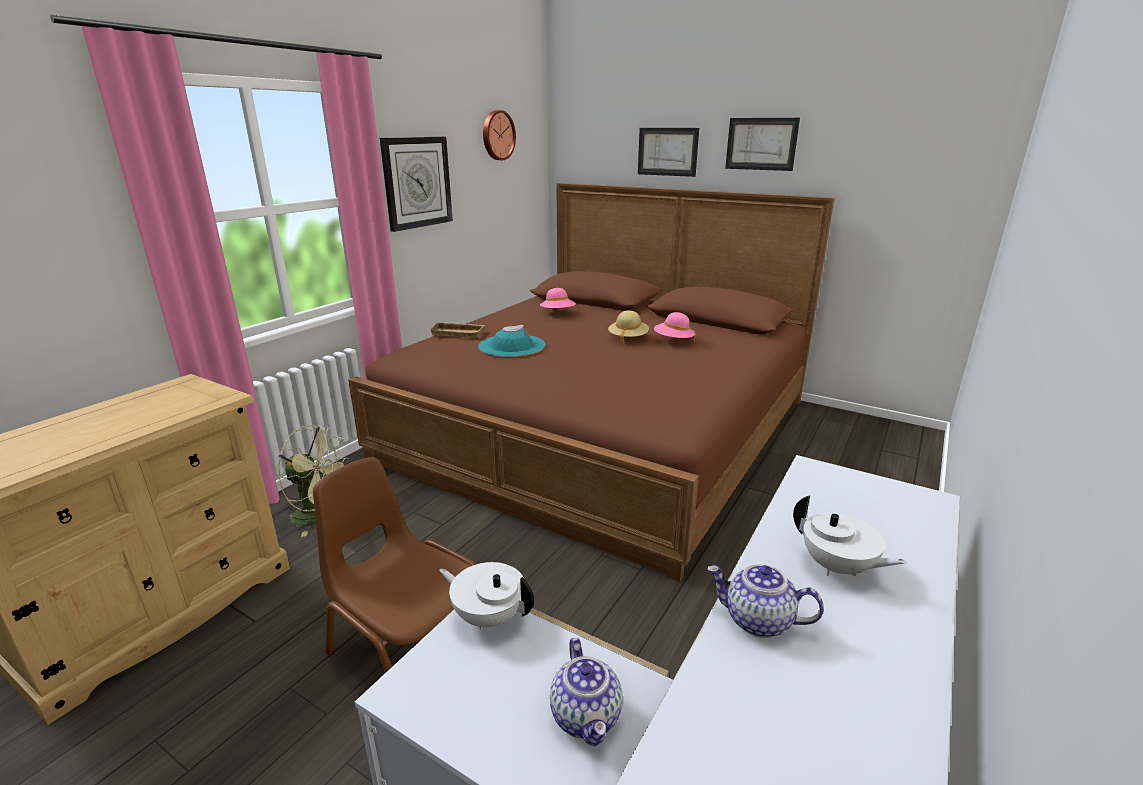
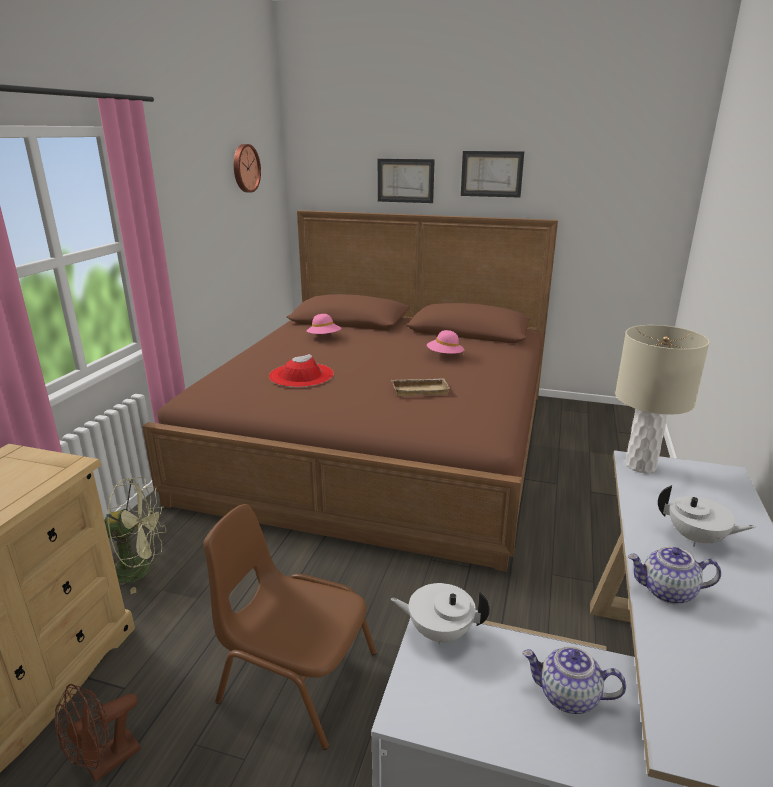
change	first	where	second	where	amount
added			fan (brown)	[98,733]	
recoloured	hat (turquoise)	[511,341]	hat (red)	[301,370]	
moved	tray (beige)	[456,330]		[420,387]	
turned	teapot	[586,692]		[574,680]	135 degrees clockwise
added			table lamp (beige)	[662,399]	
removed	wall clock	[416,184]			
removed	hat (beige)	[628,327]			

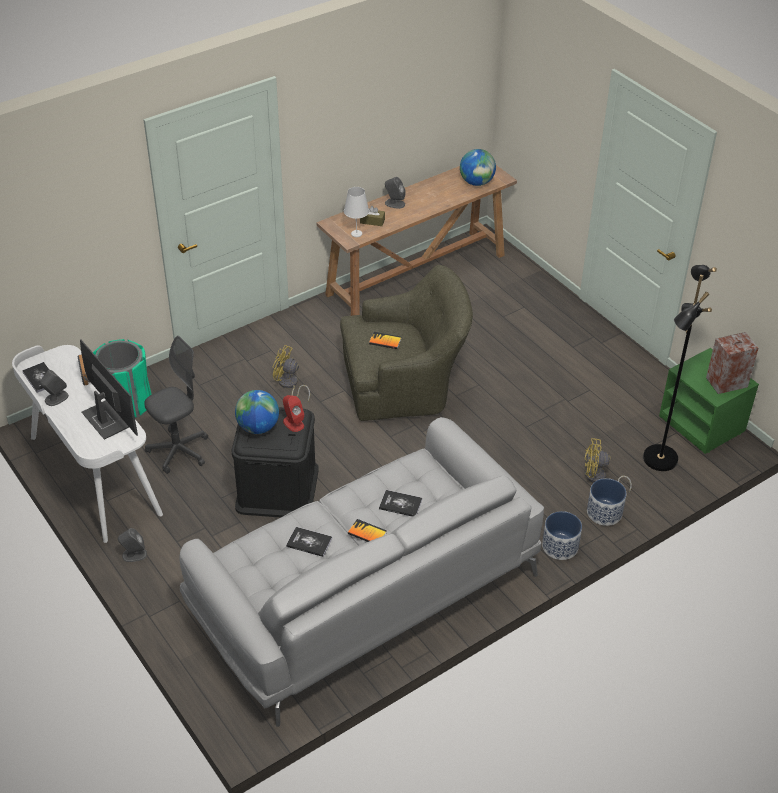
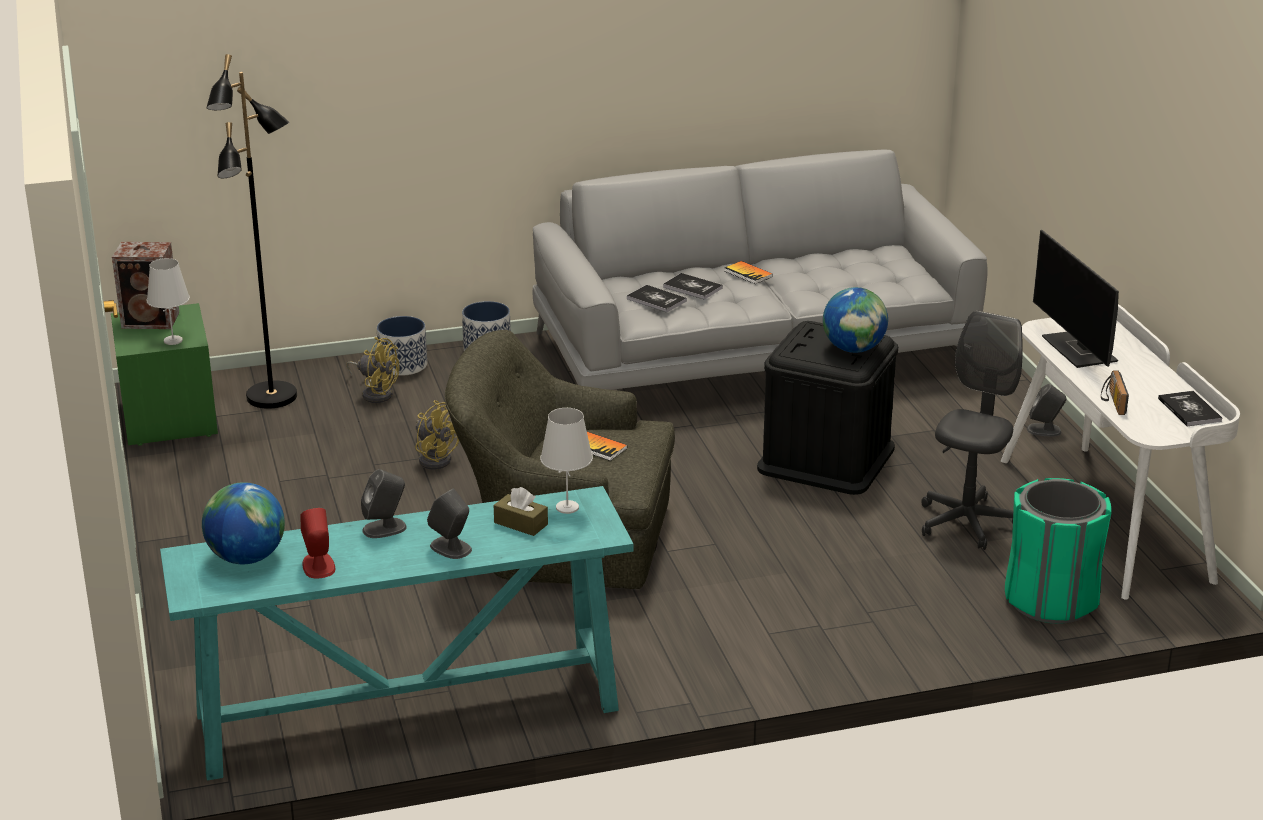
change	first	where	second	where	amount
added			table lamp (white)	[168,301]	
recoloured	console table (brown)	[417,240]	console table (turquoise)	[396,633]	
moved	speaker (red)	[293,413]		[318,543]	
moved	speaker (grey)	[54,388]		[384,503]	
moved	fan (yellow)	[291,373]		[437,435]	
moved	book	[309,542]		[657,299]	
turned	office chair (grey)	[176,405]		[971,430]	135 degrees clockwise

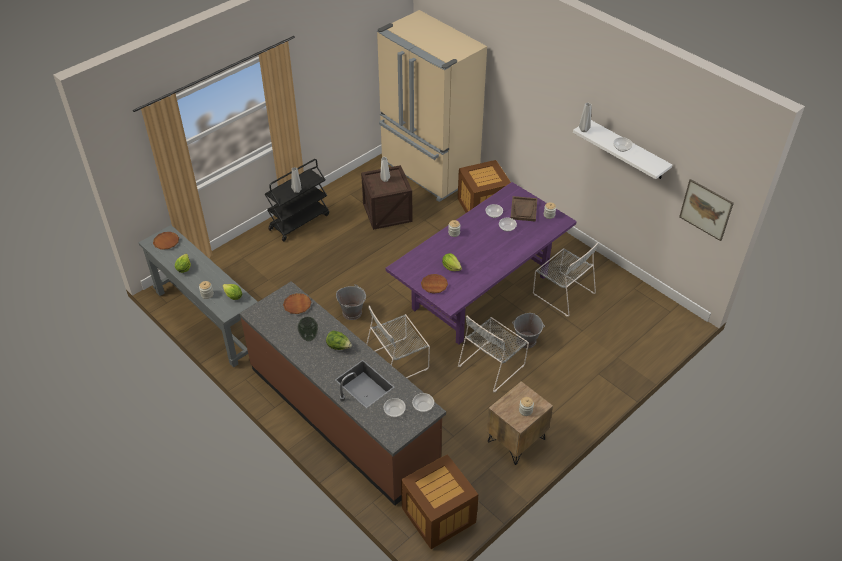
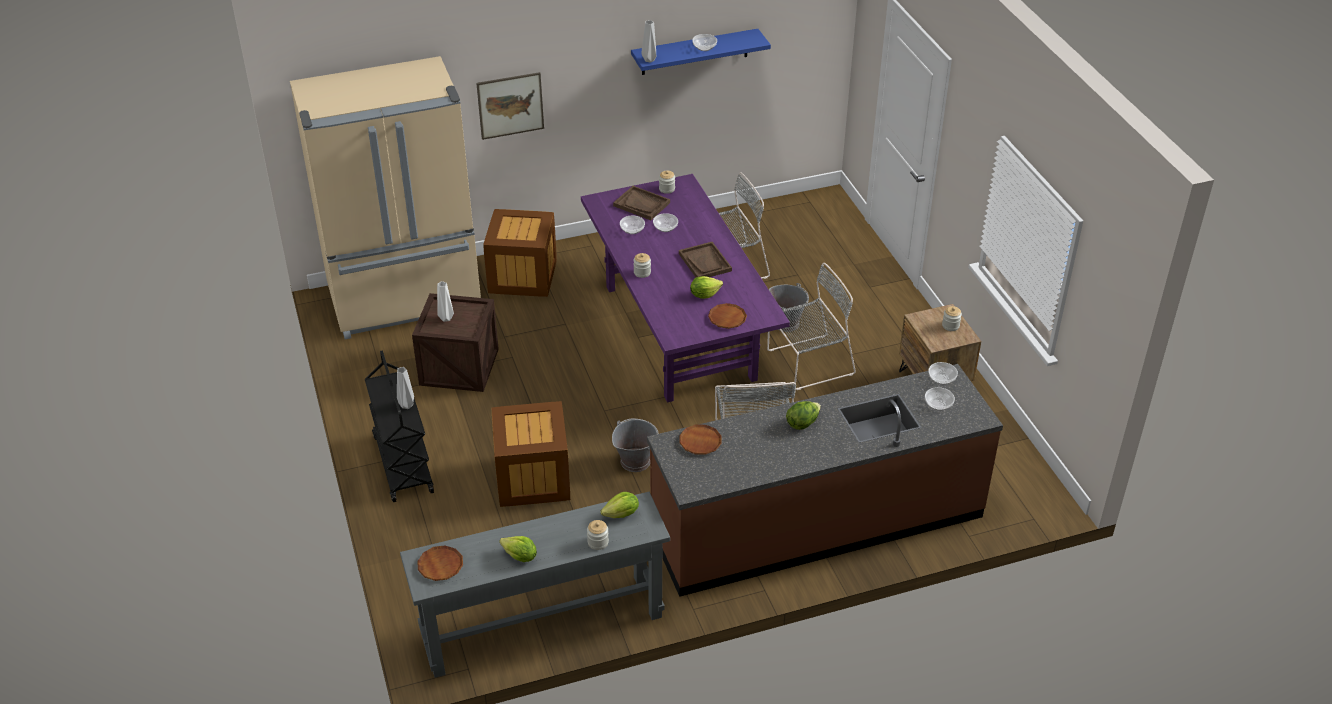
change	first	where	second	where	amount
moved	picture	[706,210]		[510,106]	
moved	crate	[439,502]		[531,454]	
recoloured	shelf (white)	[622,149]	shelf (blue)	[701,52]	
added			tray (brown)	[705,259]	
turned	chair (grey)	[493,354]		[811,326]	90 degrees counterclockwise
removed	vase	[308,329]			

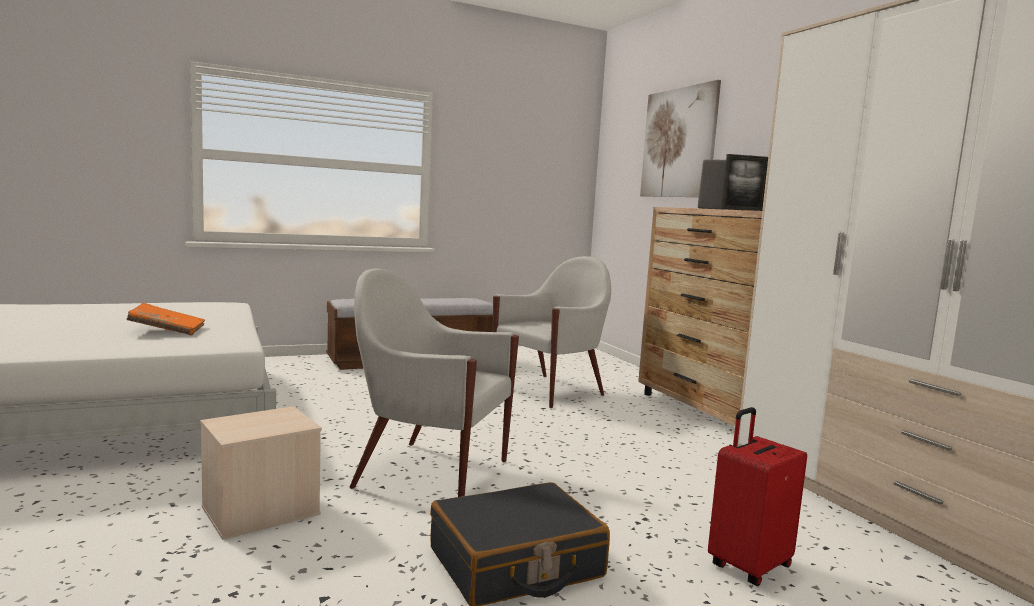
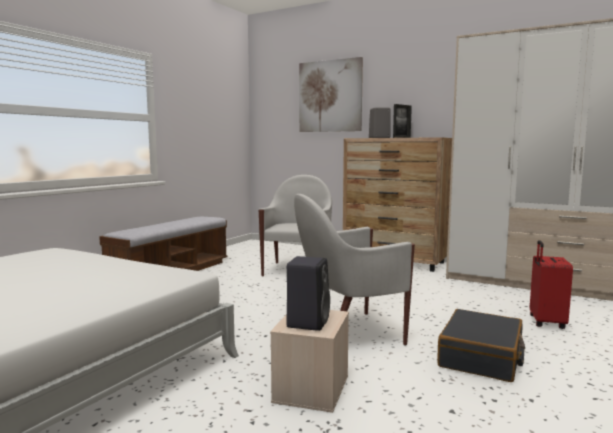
change	first	where	second	where	amount
added			speaker (black)	[308,293]	
removed	book (orange)	[165,319]			

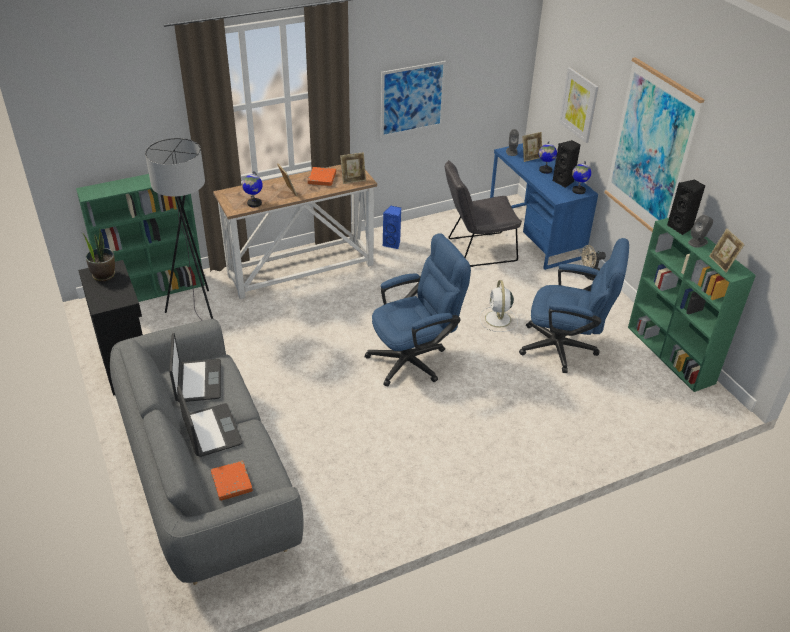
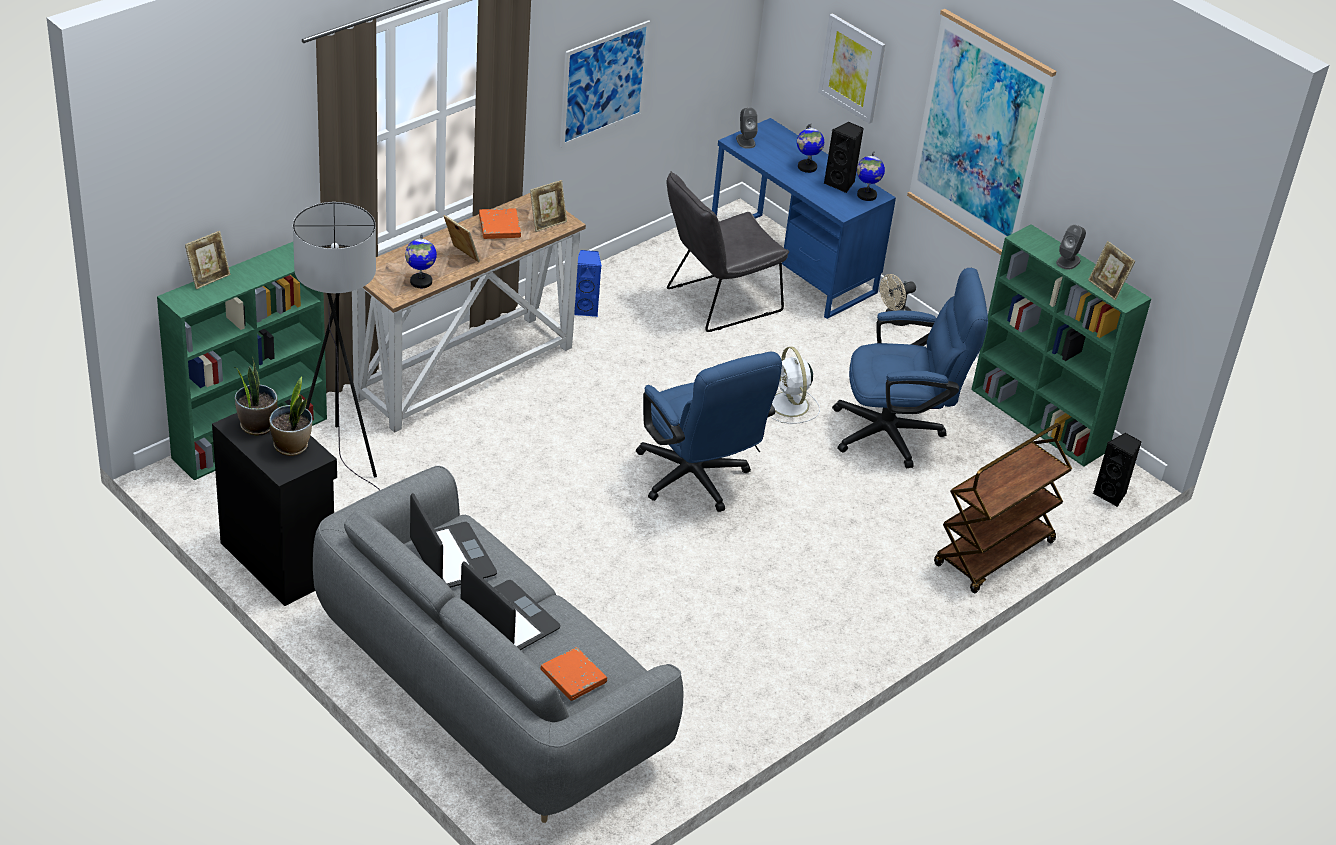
change	first	where	second	where	amount
moved	picture frame	[532,147]		[208,260]	
added			potted plant	[290,416]	
turned	office chair (blue)	[418,310]		[709,432]	105 degrees clockwise
added			cart (brown)	[1003,508]	
moved	speaker (black)	[686,207]		[1117,470]	

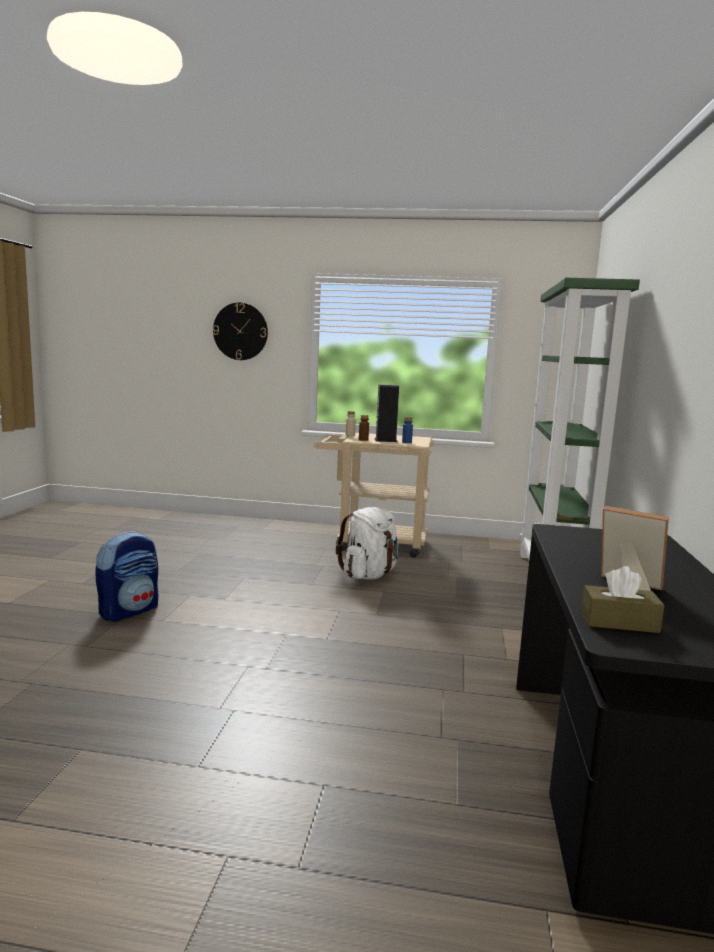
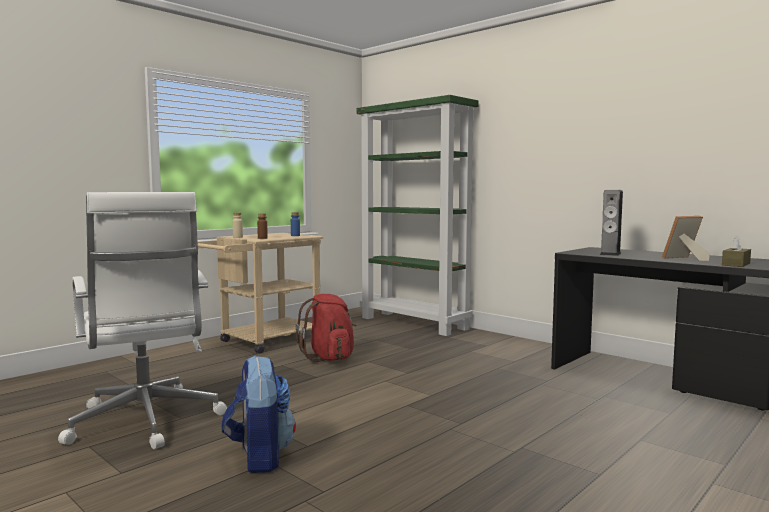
change	first	where	second	where	amount
added			office chair (white)	[142,320]	
recoloured	backpack (white)	[367,543]	backpack (red)	[326,328]	
moved	speaker	[386,413]		[611,223]	
removed	wall clock	[240,331]			

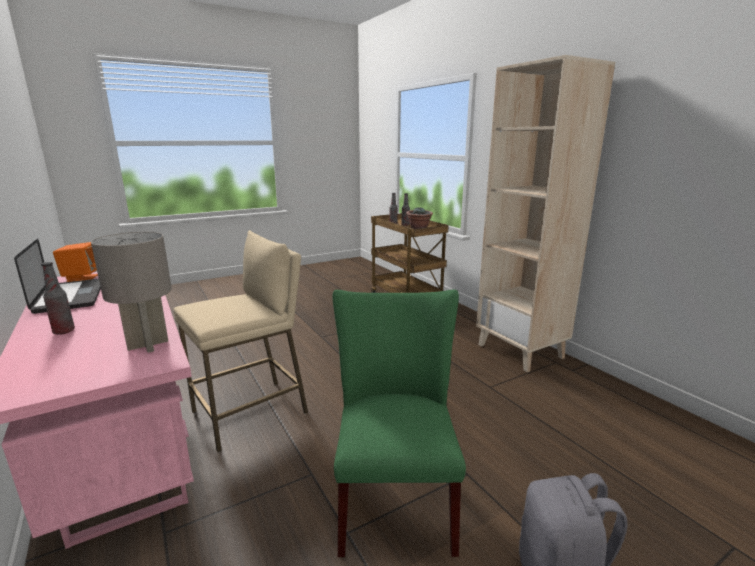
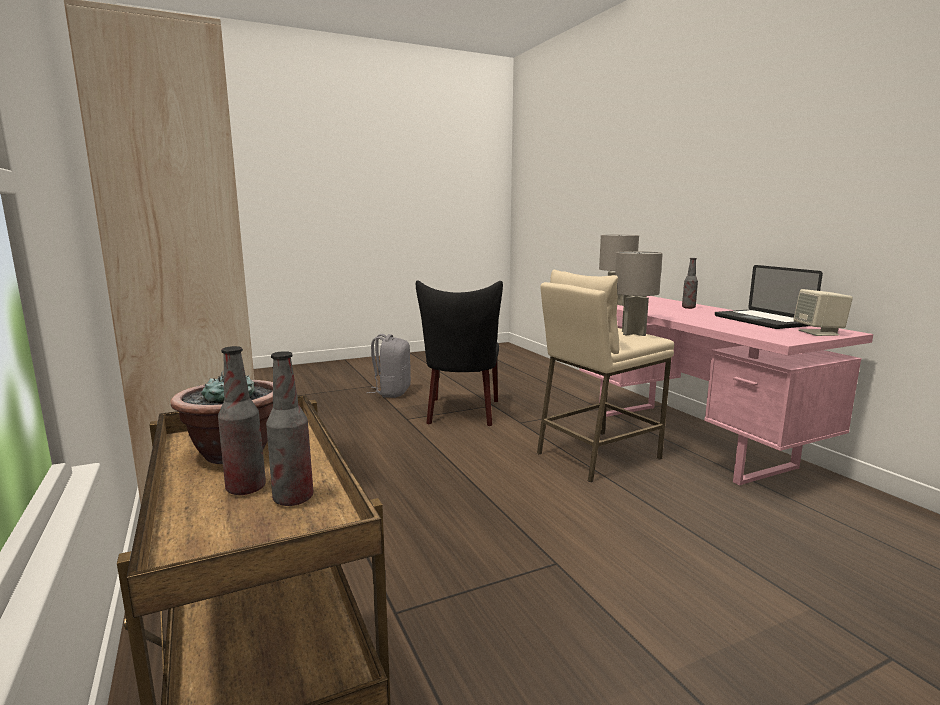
change	first	where	second	where	amount
recoloured	chair (green)	[399,423]	chair (black)	[459,353]	
added			table lamp (grey)	[639,293]	
recoloured	speaker (orange)	[75,262]	speaker (beige)	[823,312]	

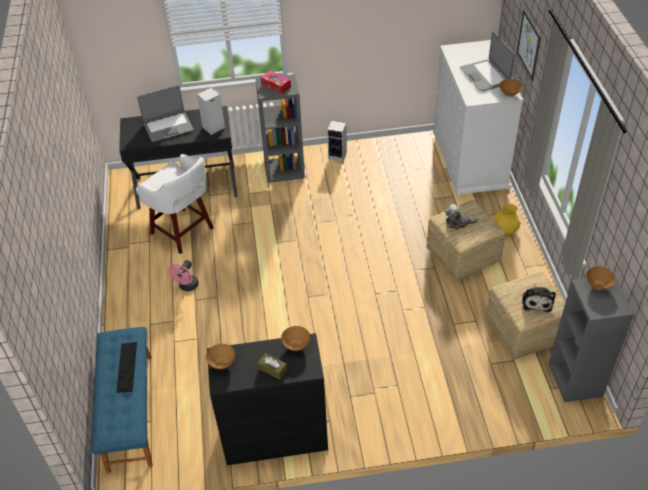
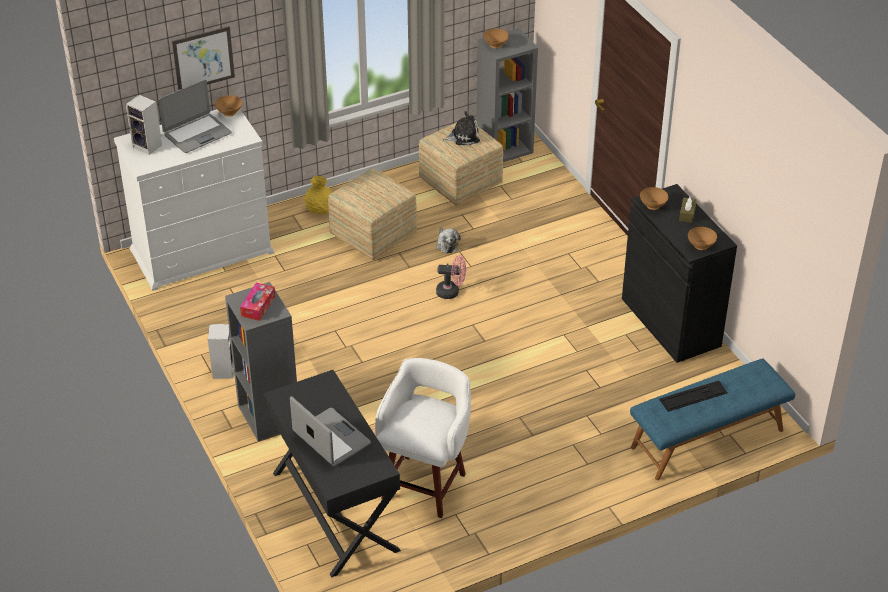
change	first	where	second	where	amount
moved	speaker	[211,111]		[144,125]	
moved	plush toy	[461,217]		[448,241]	
moved	fan (pink)	[183,275]		[451,277]	

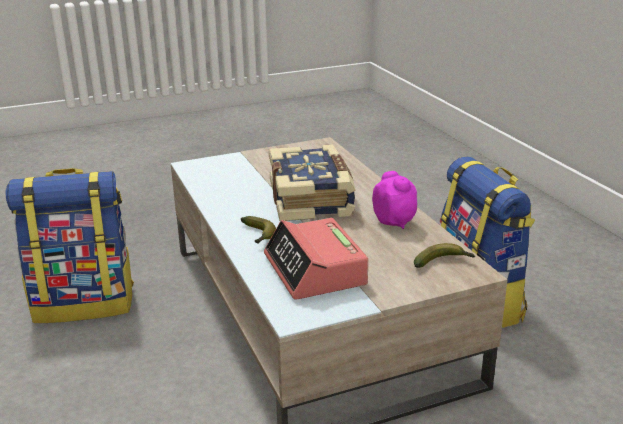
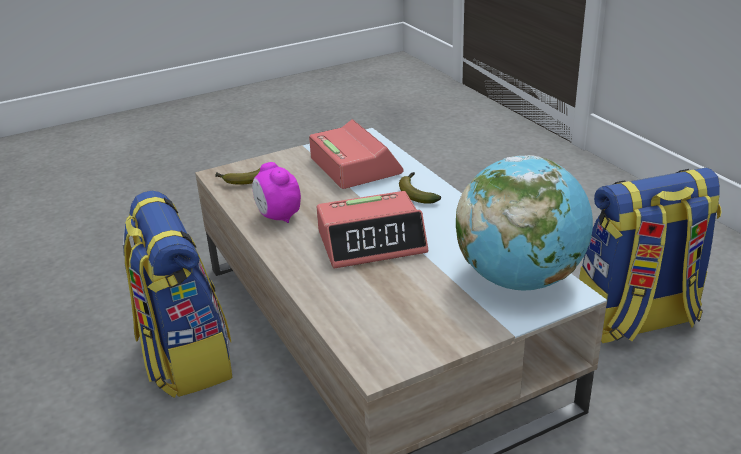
change	first	where	second	where	amount
replaced	book	[312,182]	alarm clock	[372,230]	
added			globe	[524,223]	

